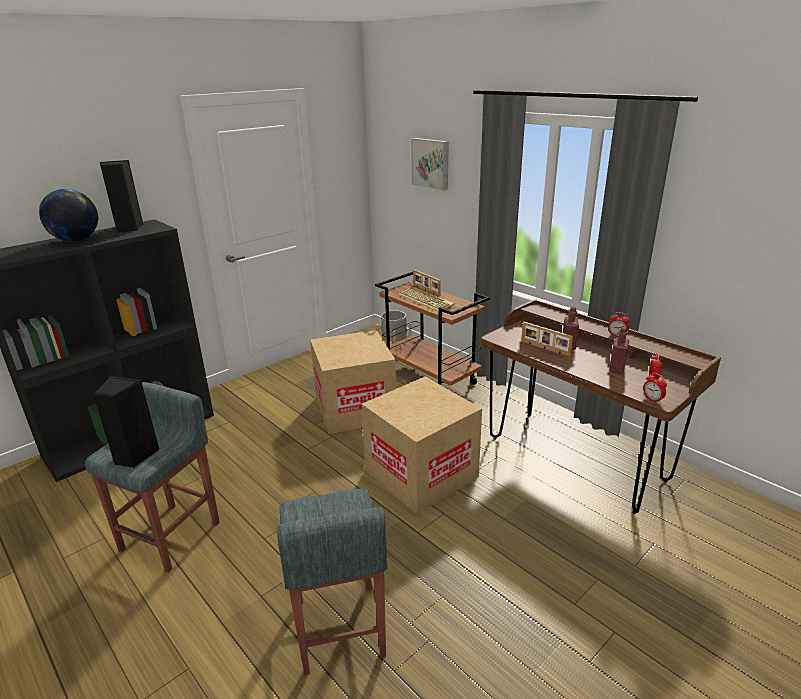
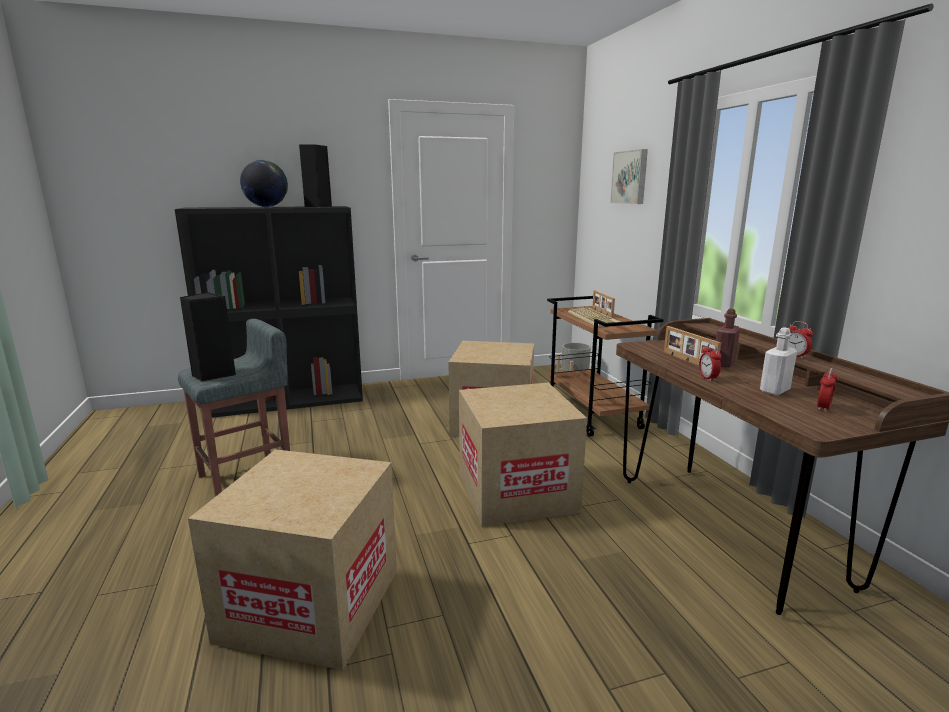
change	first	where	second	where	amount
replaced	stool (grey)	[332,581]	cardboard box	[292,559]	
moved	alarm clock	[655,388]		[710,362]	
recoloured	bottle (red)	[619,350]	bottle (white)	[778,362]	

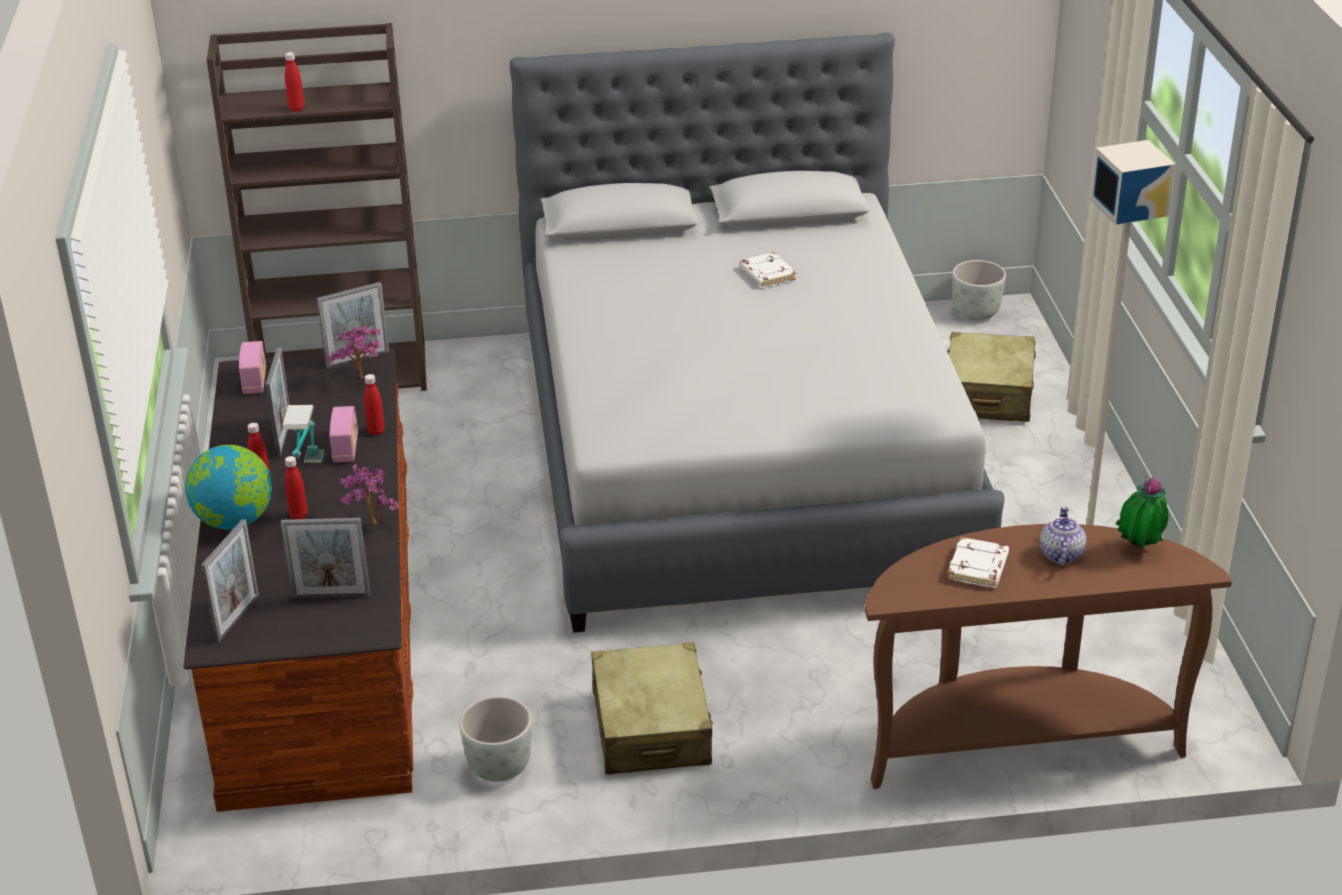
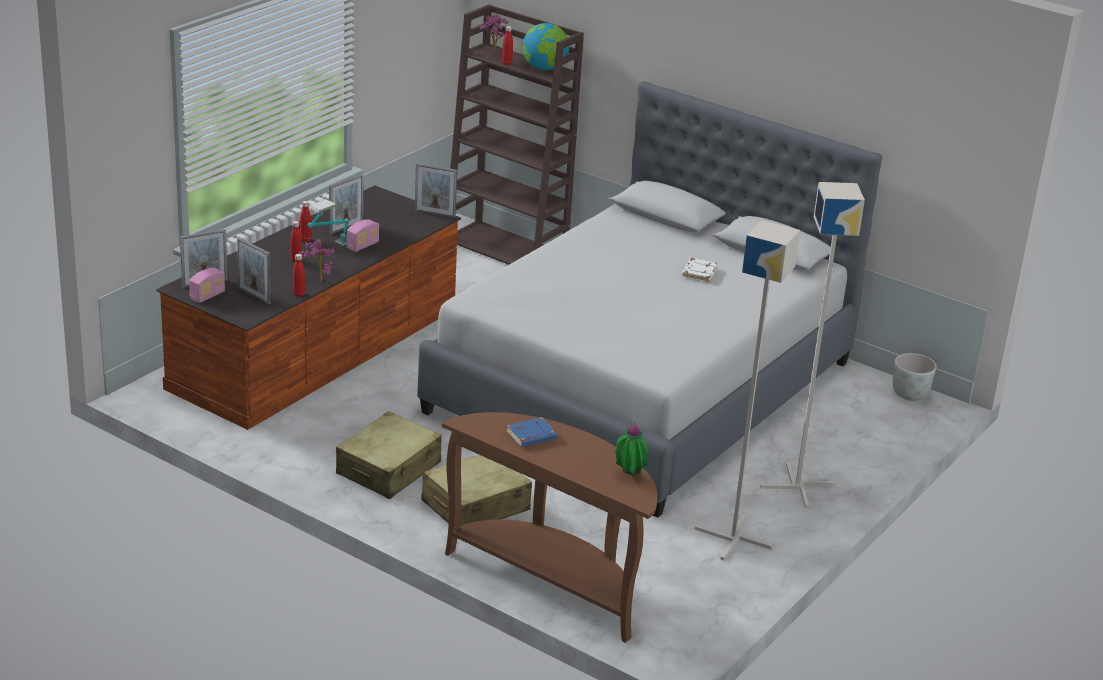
change	first	where	second	where	amount
moved	radio	[252,367]		[207,285]	
moved	bottle (red)	[374,405]		[299,275]	
moved	suitcase (beige)	[991,377]		[476,490]	
moved	potted plant	[353,352]		[492,31]	
recoloured	book (white)	[978,562]	book (blue)	[532,432]	
moved	globe	[228,487]		[545,47]	
added			floor lamp (grey)	[812,345]	
removed	planter (grey)	[495,739]			
removed	teapot	[1063,536]			

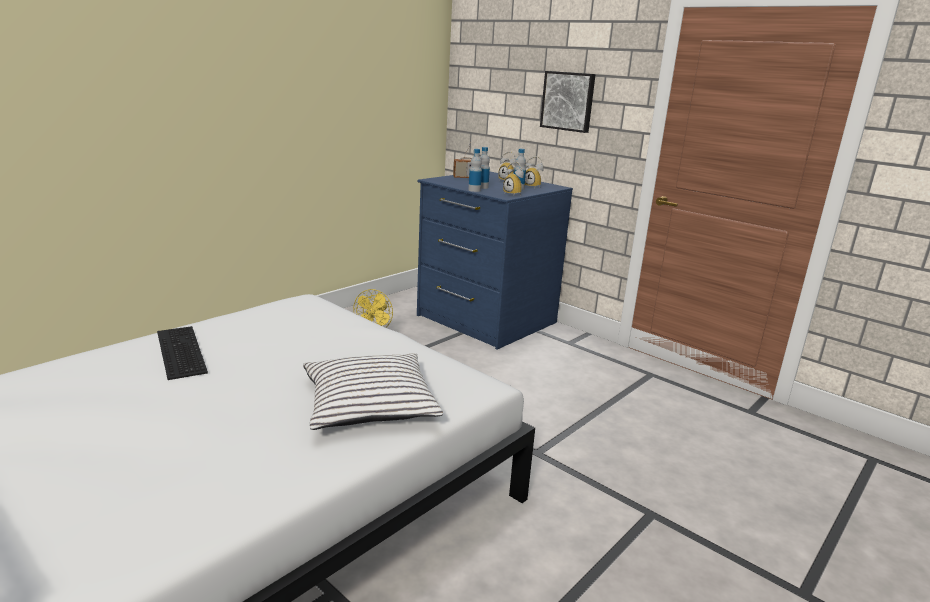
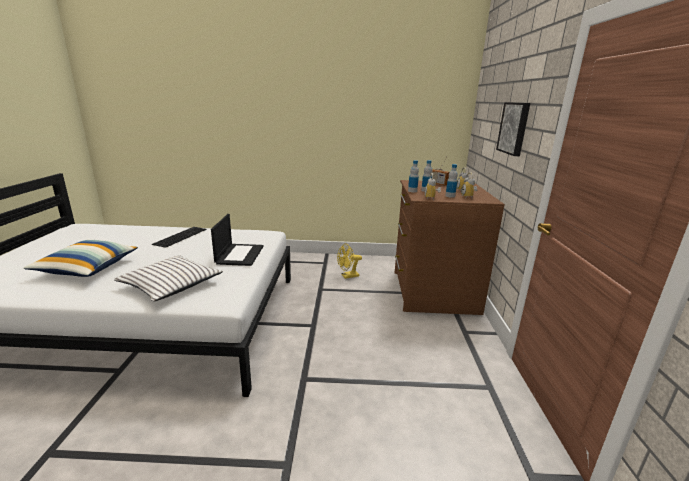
change	first	where	second	where	amount
added			pillow	[80,258]	
added			laptop	[237,240]	
recoloured	dresser (blue)	[495,260]	dresser (brown)	[450,247]	

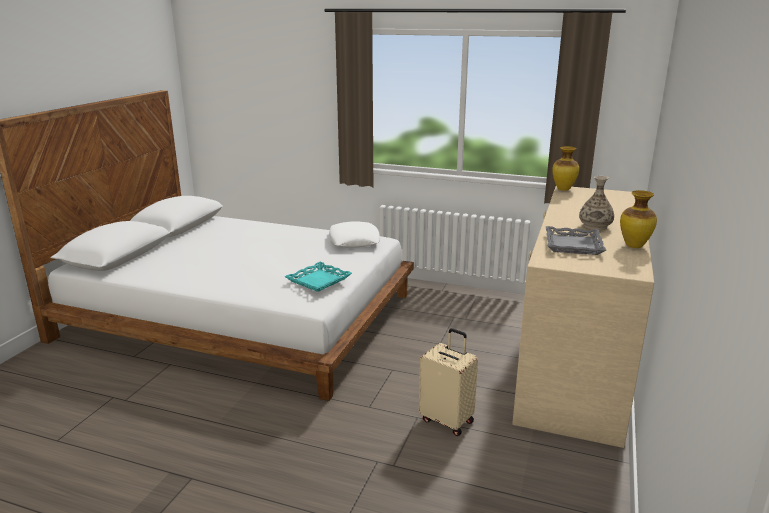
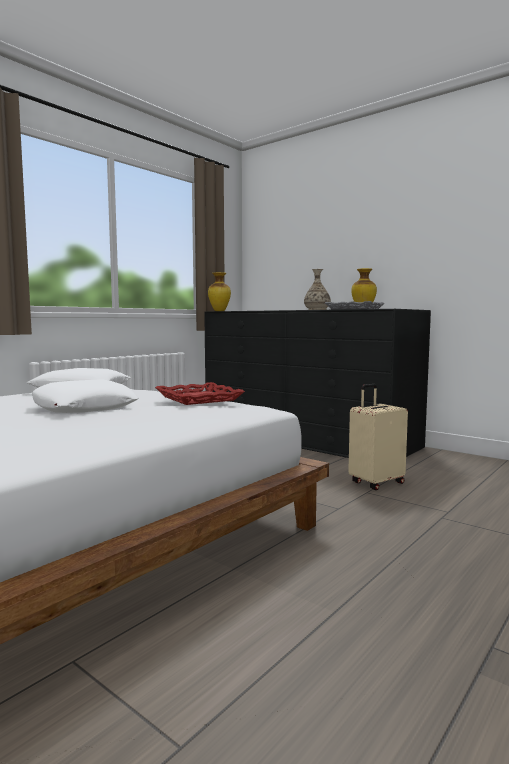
change	first	where	second	where	amount
added			pillow (white)	[85,396]	
recoloured	tray (turquoise)	[318,277]	tray (red)	[200,393]	
recoloured	dresser (beige)	[583,317]	dresser (black)	[317,383]	

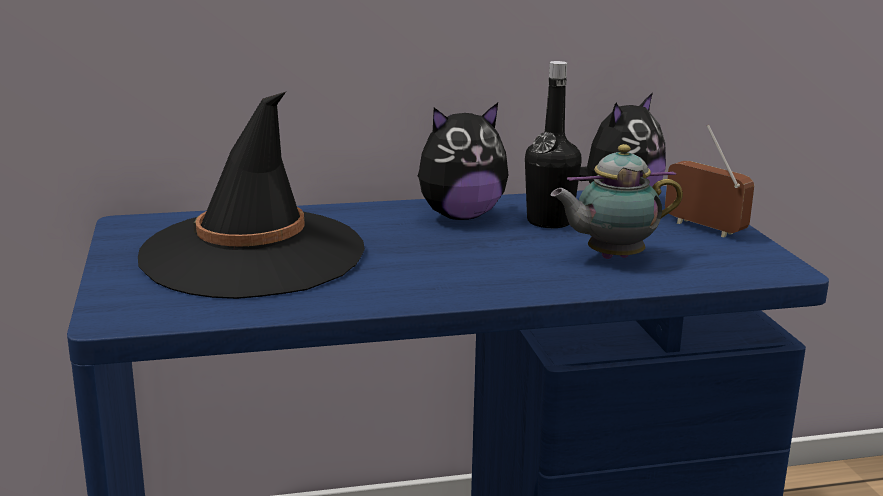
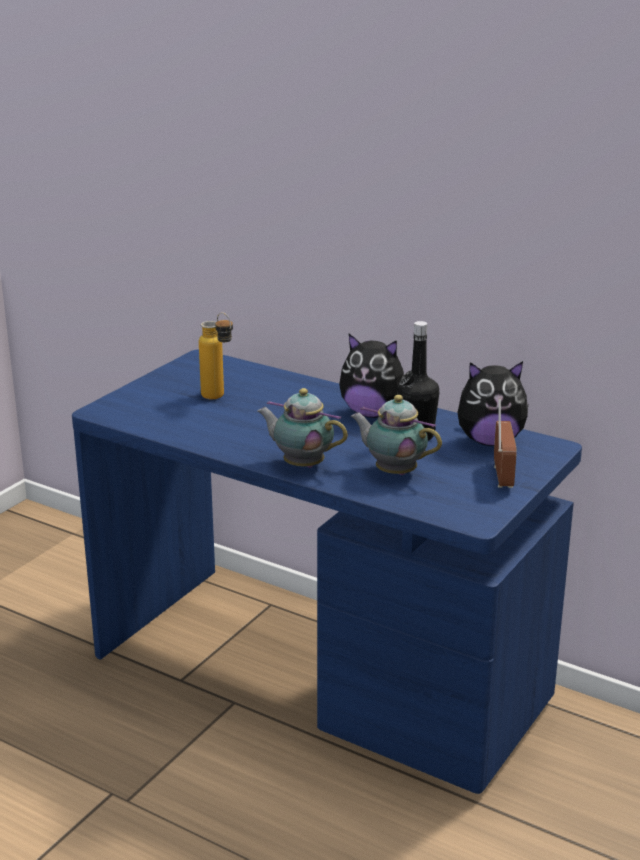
change	first	where	second	where	amount
replaced	hat (black)	[251,195]	bottle	[216,355]	
added			teapot	[302,428]	

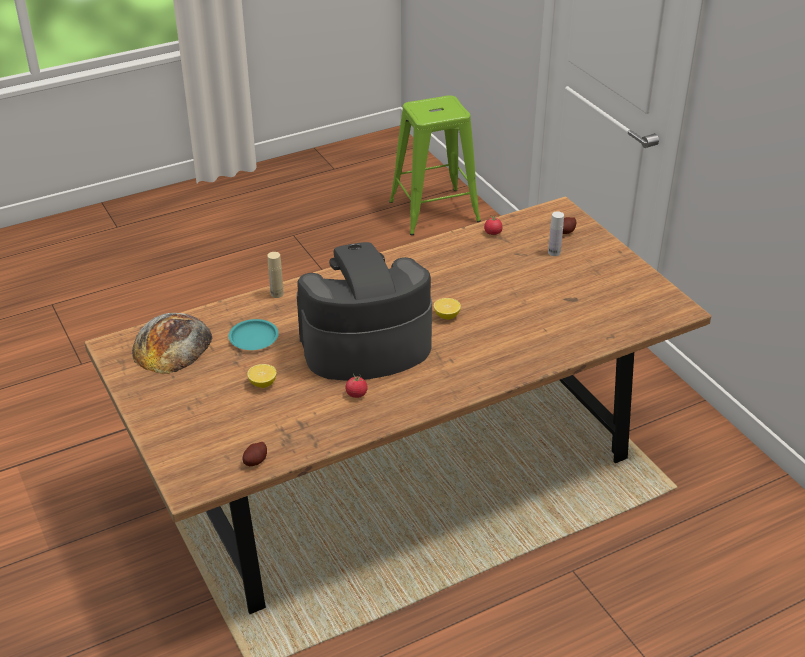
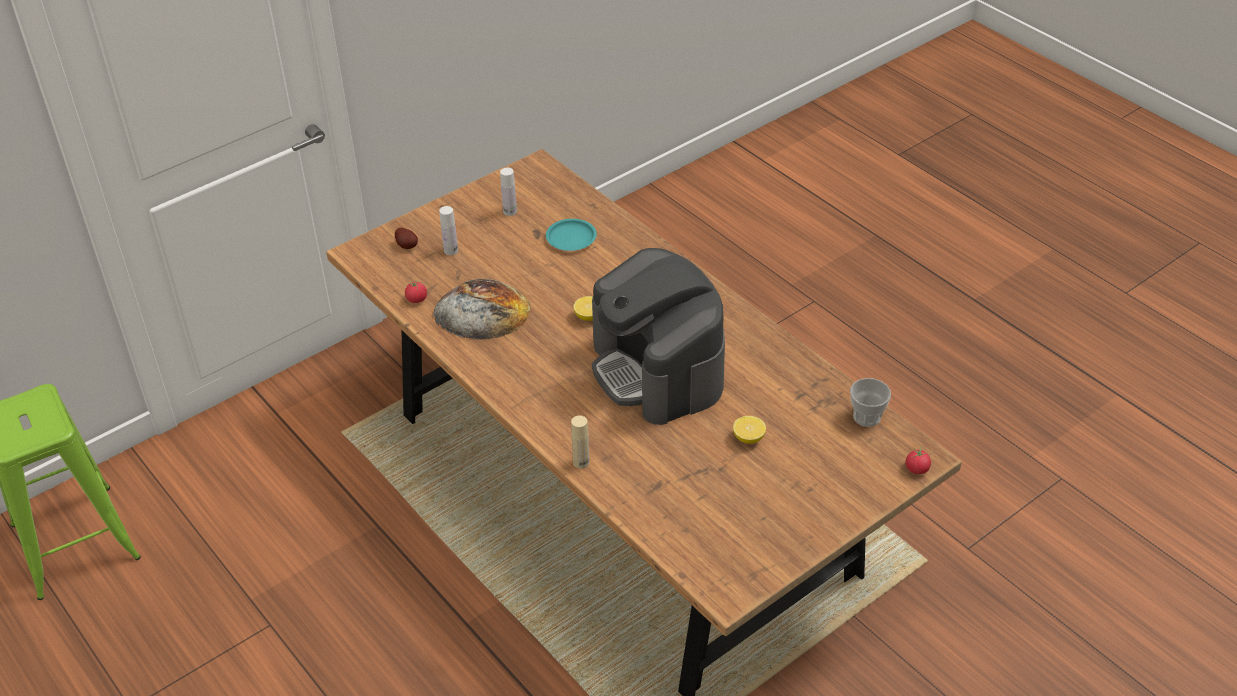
change	first	where	second	where	amount
moved	bread	[172,343]		[481,309]	
added			bottle (white)	[508,192]	
moved	plate (turquoise)	[253,334]		[571,235]	
replaced	potato	[254,454]	cup	[870,402]	
moved	tomato	[357,385]		[918,460]	

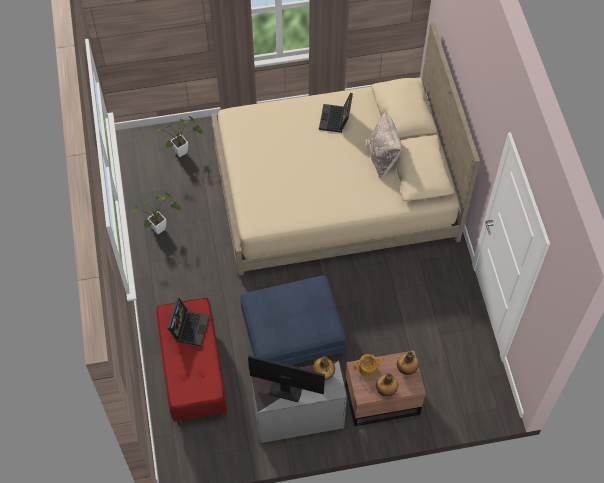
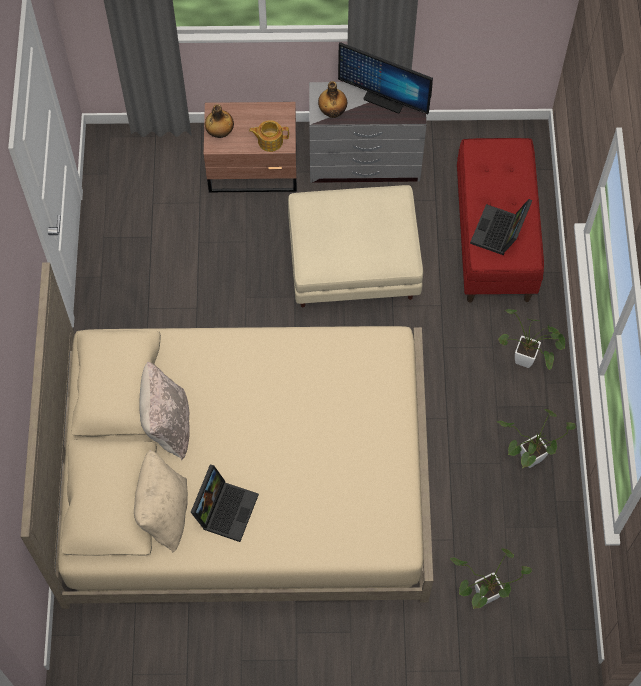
change	first	where	second	where	amount
added			pillow (beige)	[161,501]	
recoloured	ottoman (blue)	[293,320]	ottoman (beige)	[355,246]	
added			potted plant	[531,339]	
removed	bottle	[387,384]			

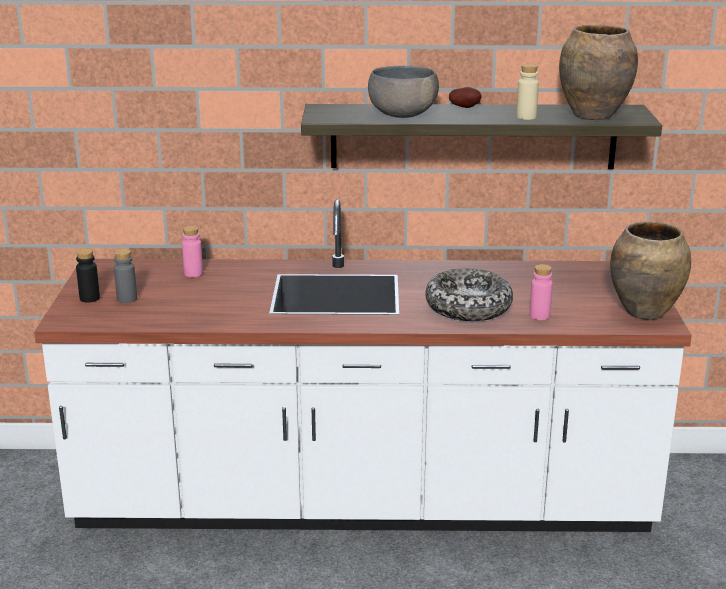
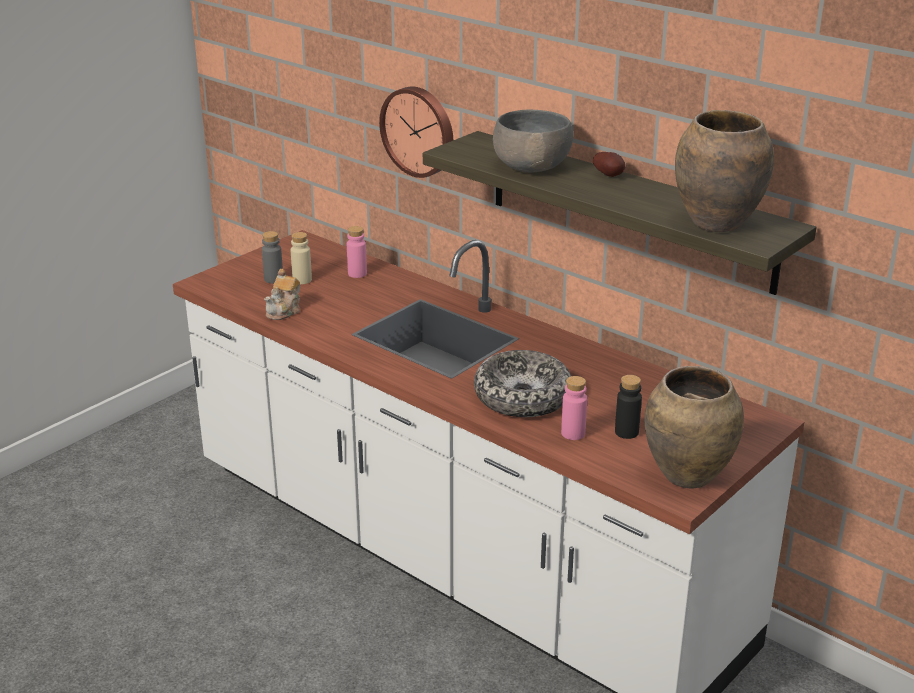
change	first	where	second	where	amount
added			teapot	[282,294]	
moved	bottle (beige)	[527,92]		[301,258]	
added			wall clock	[416,132]	
moved	bottle (black)	[88,275]		[628,407]	

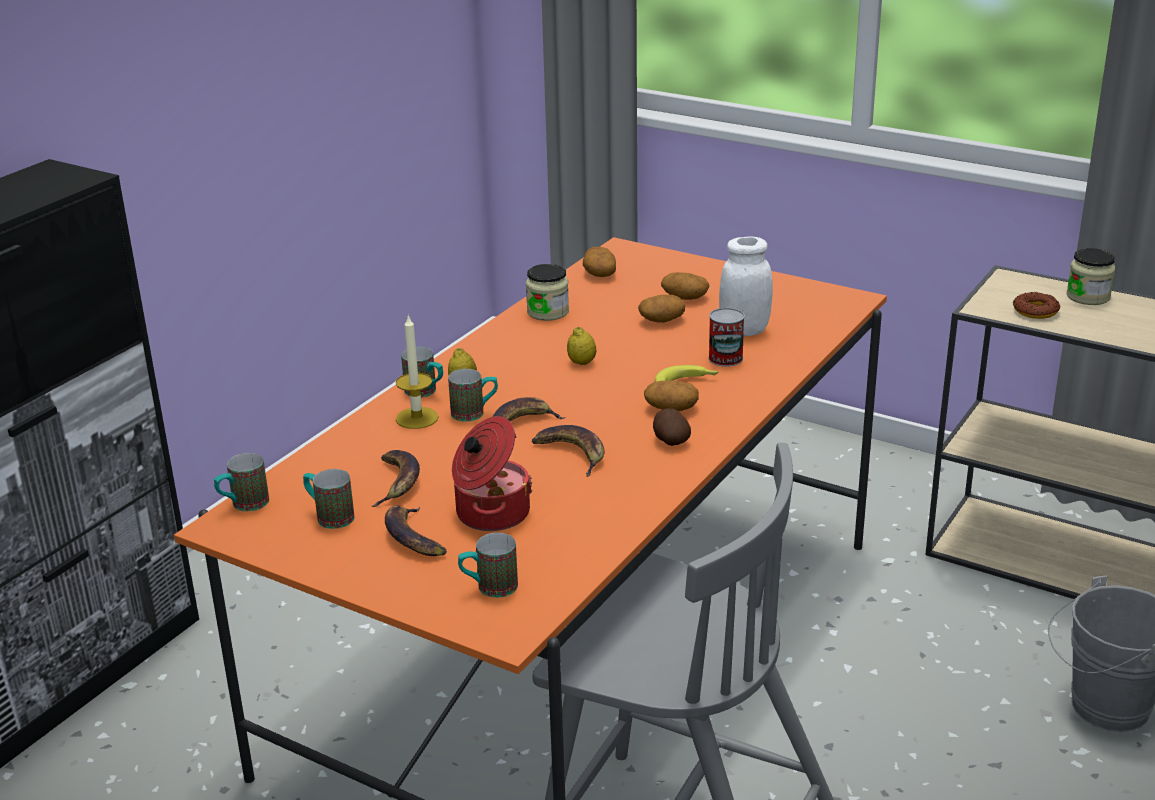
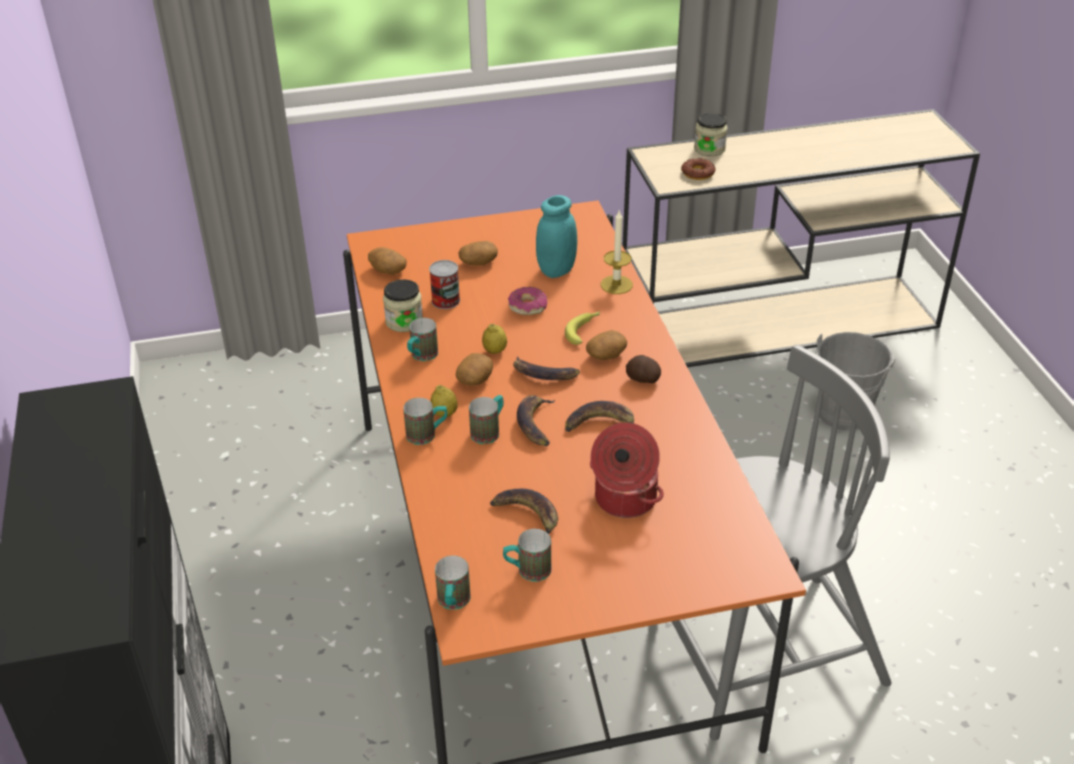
change	first	where	second	where	amount
moved	mug	[488,565]		[422,339]	
moved	can	[726,337]		[444,284]	
moved	potato	[661,309]		[474,369]	
added			donut	[527,301]	
moved	banana	[416,531]		[546,368]	
recoloured	jar (white)	[746,286]	jar (turquoise)	[556,236]	
moved	candle	[417,371]		[617,251]	

